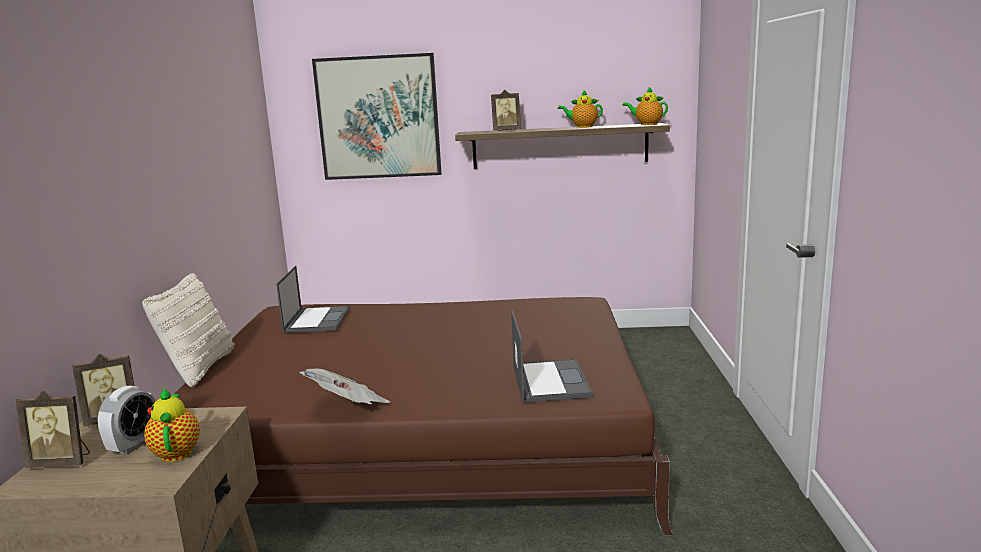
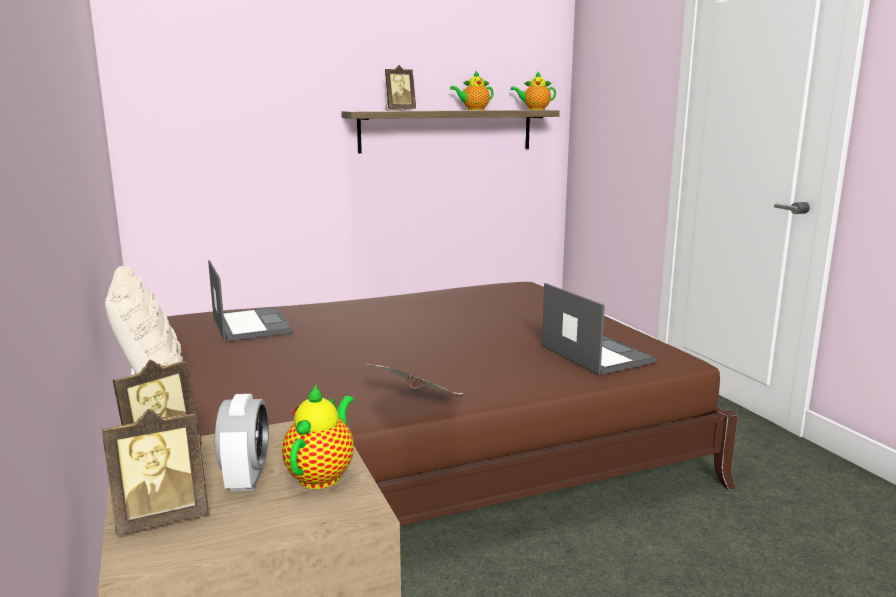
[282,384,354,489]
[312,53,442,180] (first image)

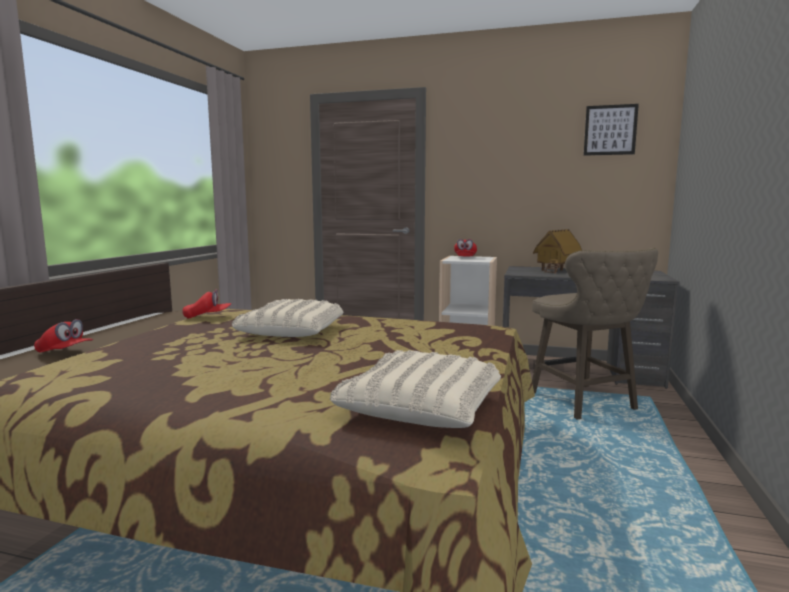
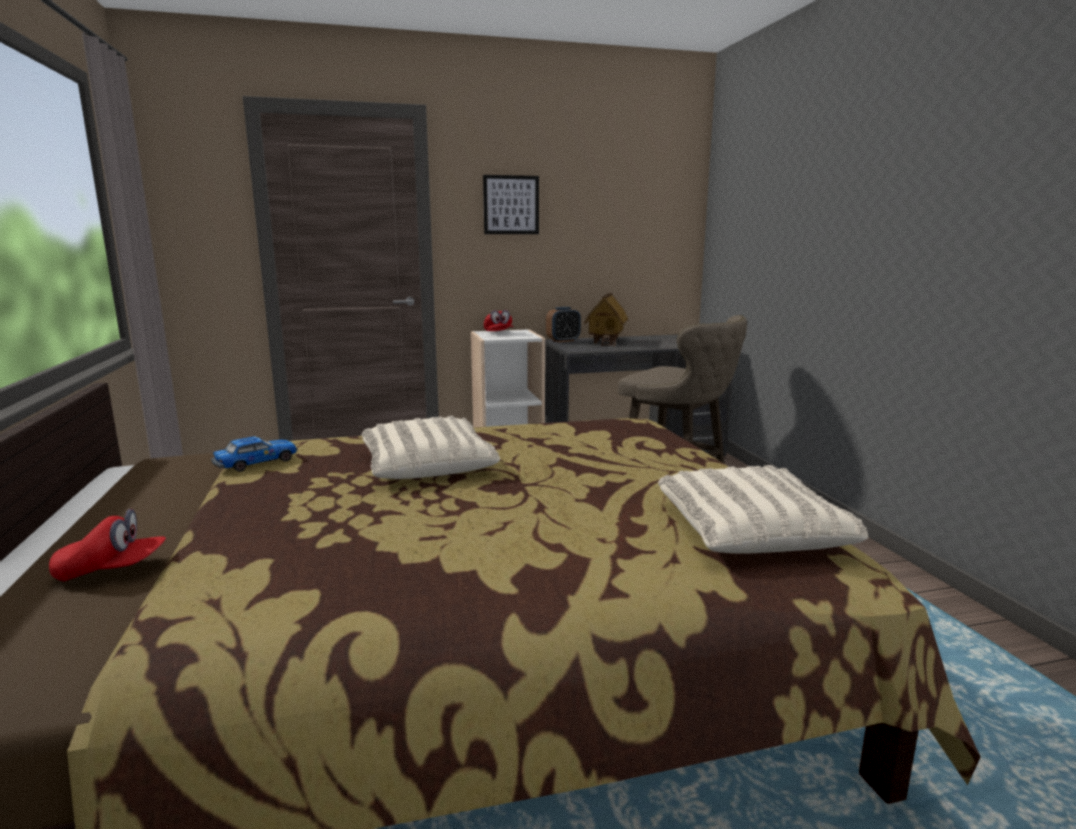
[211,436,298,472]
[483,175,539,234]
[546,307,581,342]

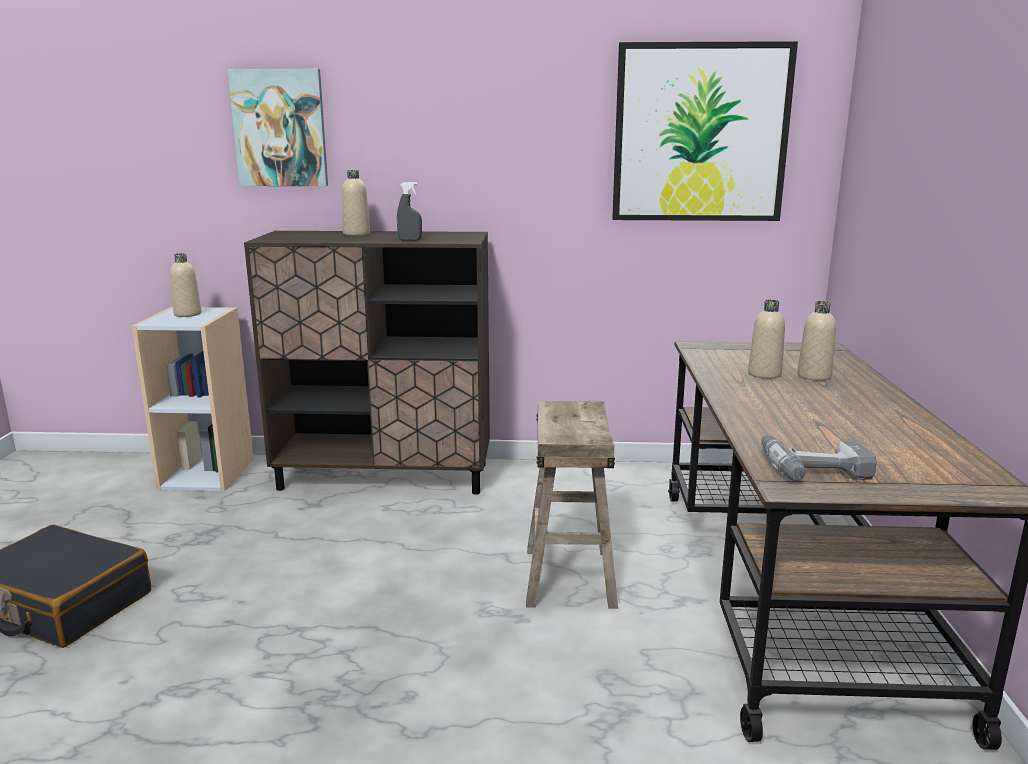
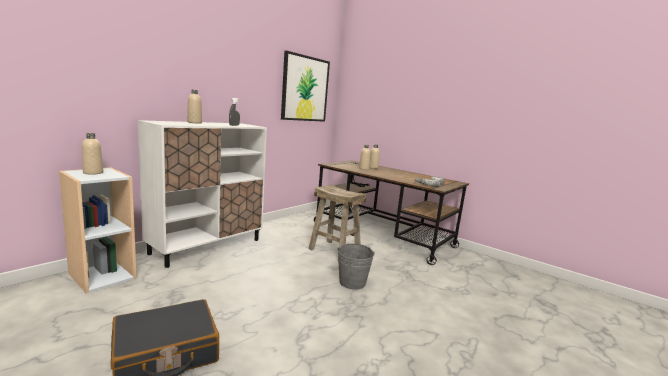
[227,69,328,186] (first image)
[138,120,267,268]
[337,243,375,290]

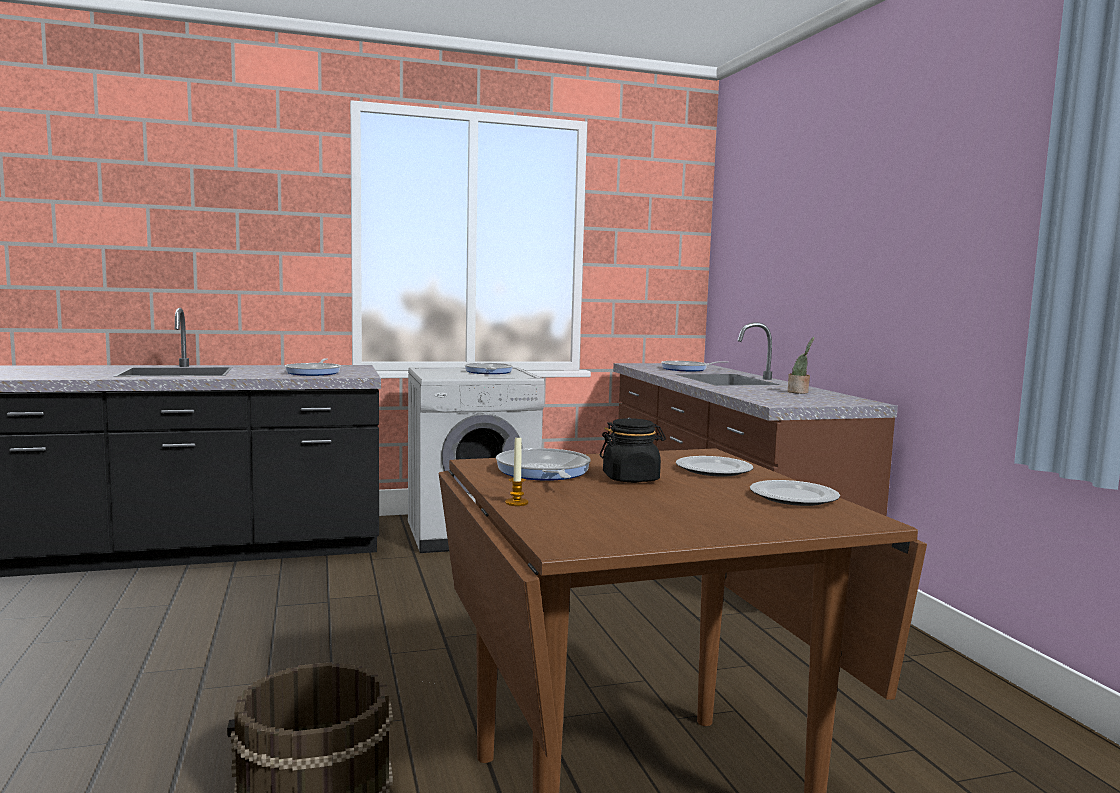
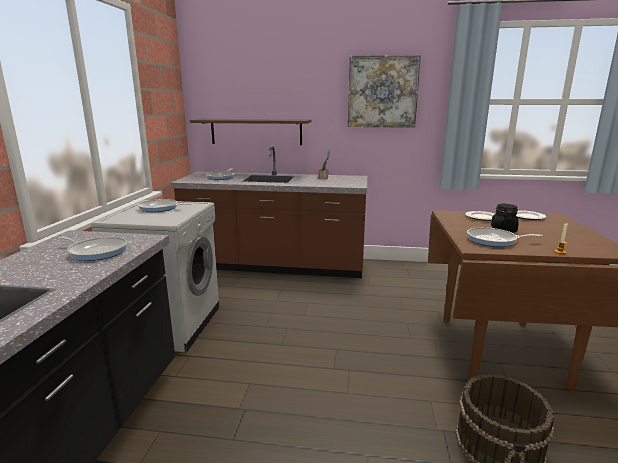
[190,119,311,145]
[348,55,421,128]

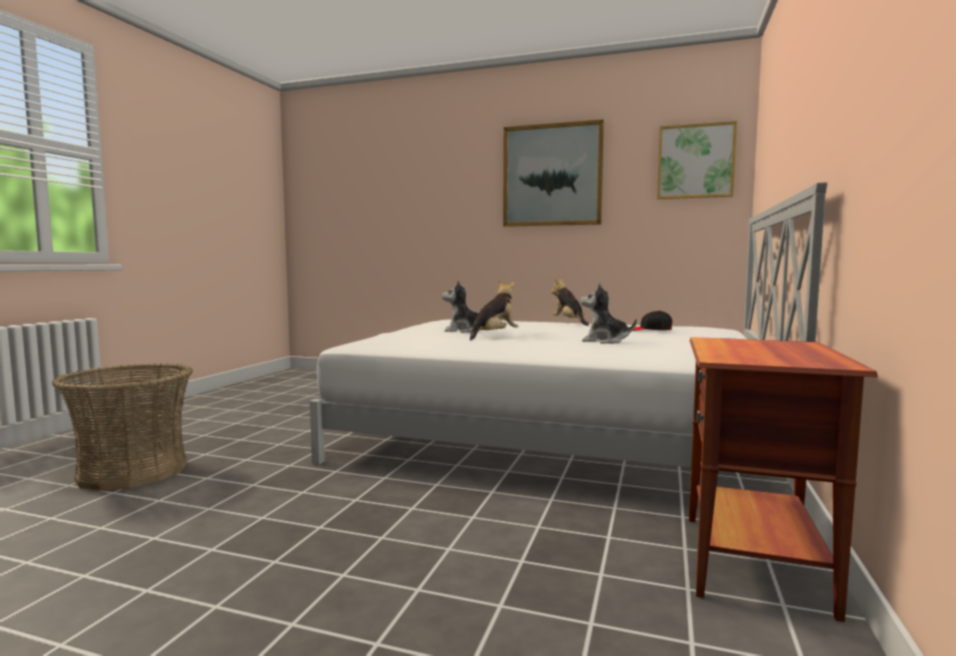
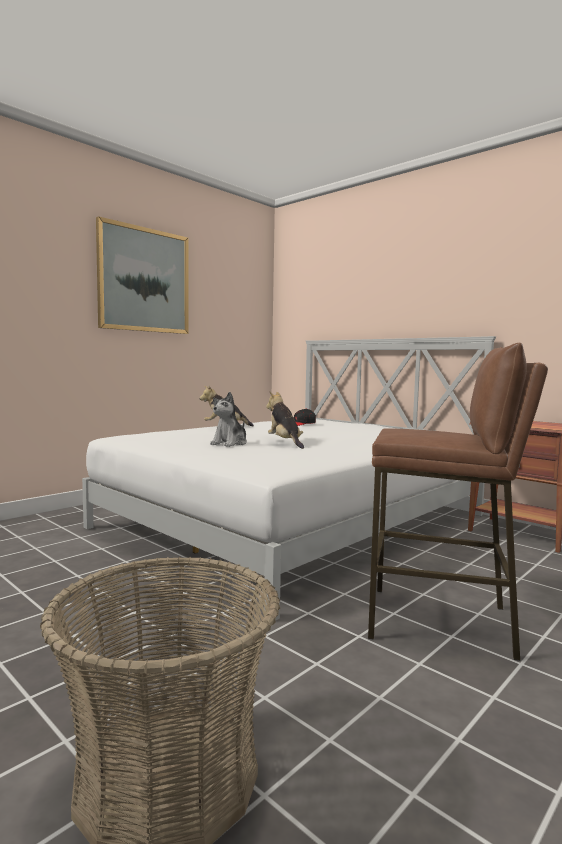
[580,283,637,344] (first image)
[657,121,737,199] (first image)
[368,343,548,661]

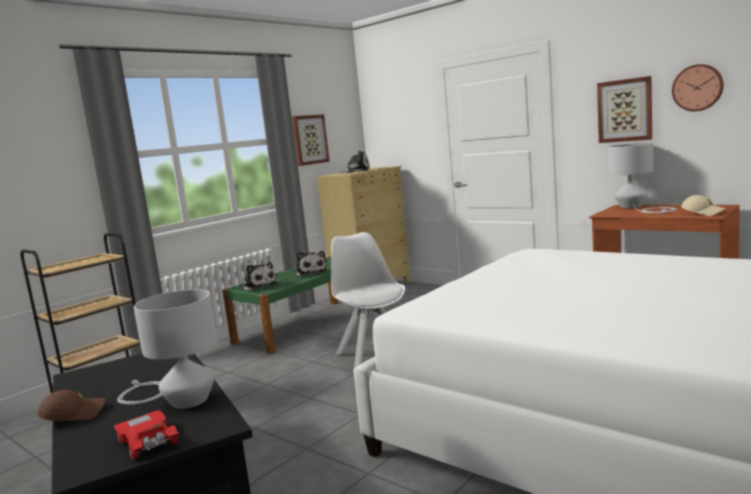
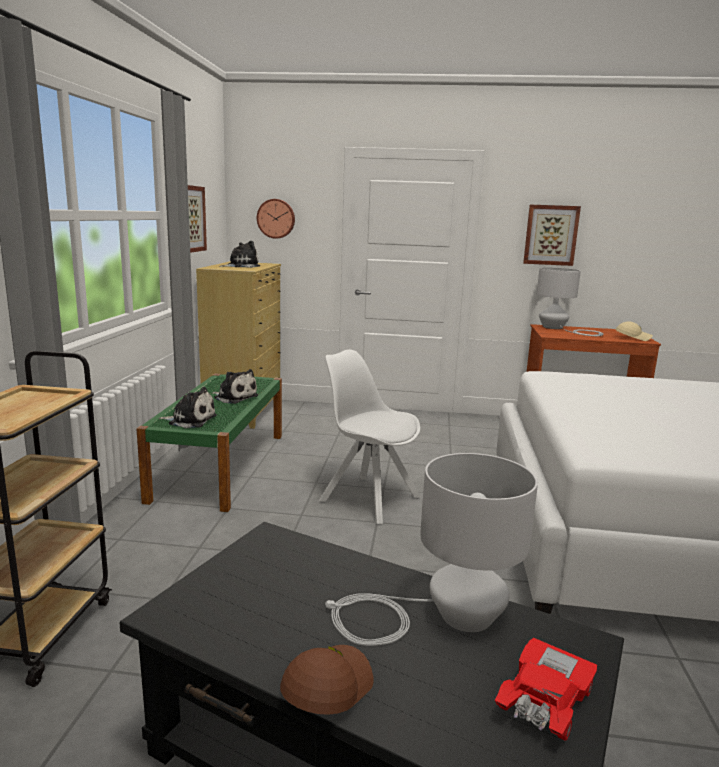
[495,638,597,741]
[257,199,295,239]

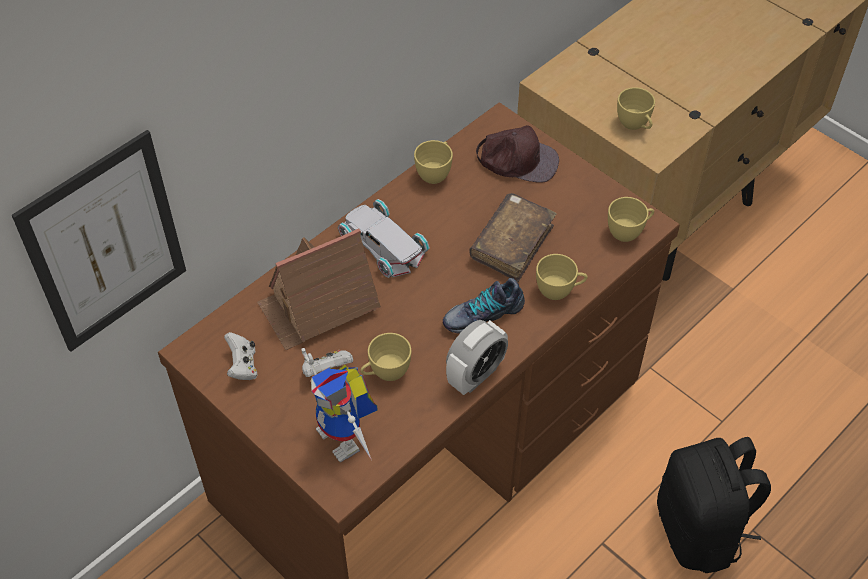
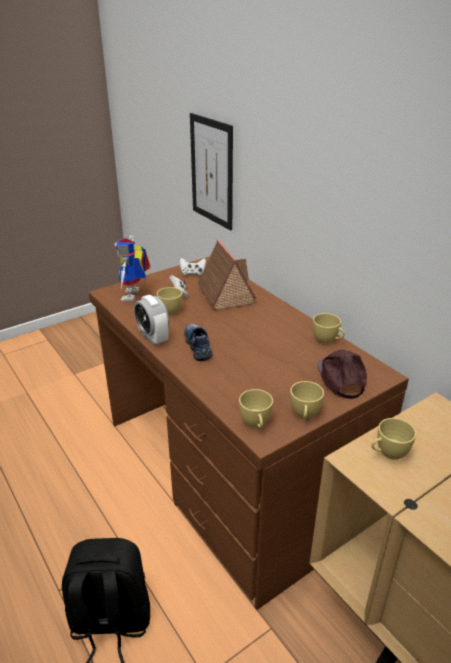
[115,235,150,301]
[337,199,430,278] (first image)
[469,193,557,282] (first image)
[317,350,367,399]
[290,381,324,419]

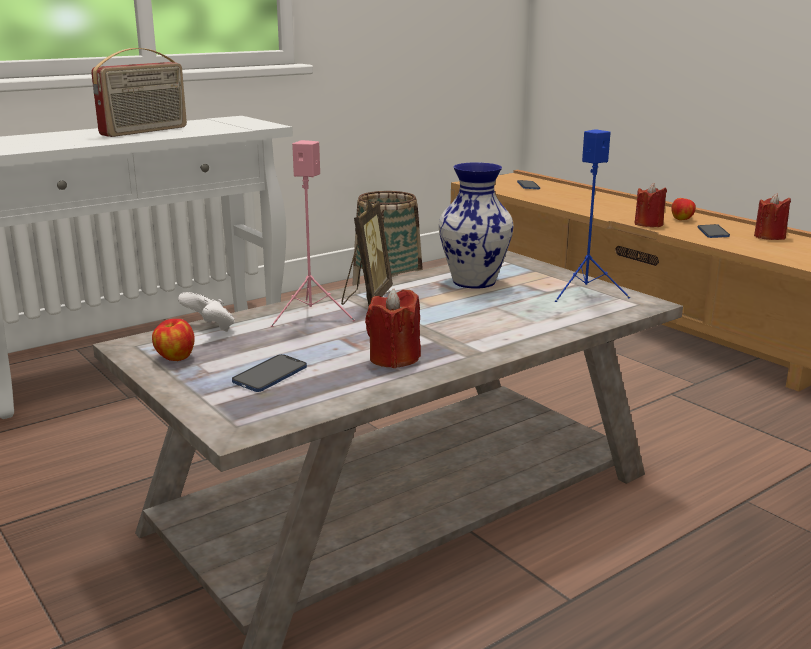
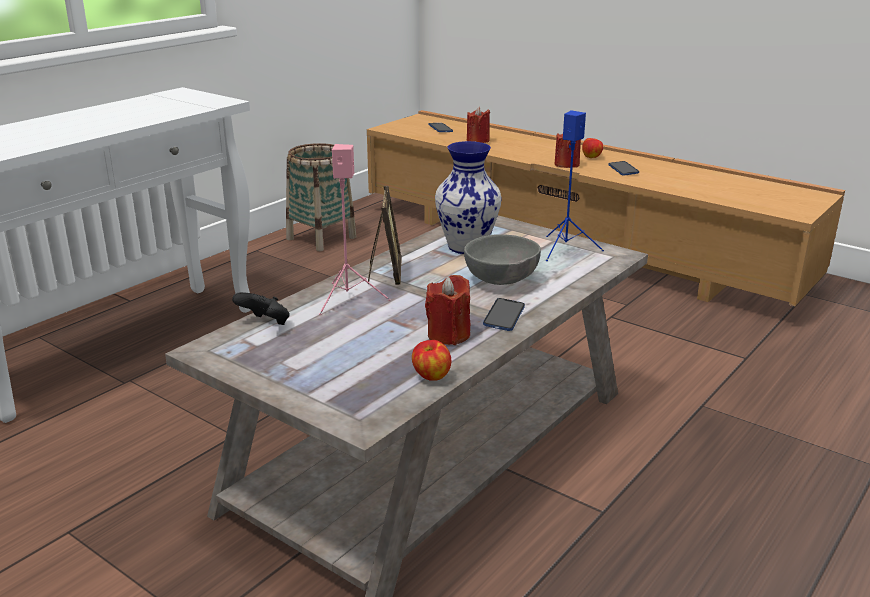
[91,48,187,137] (first image)
[412,340,451,381]
[232,292,290,325]
[483,298,525,331]
[467,107,490,143]
[464,234,541,285]

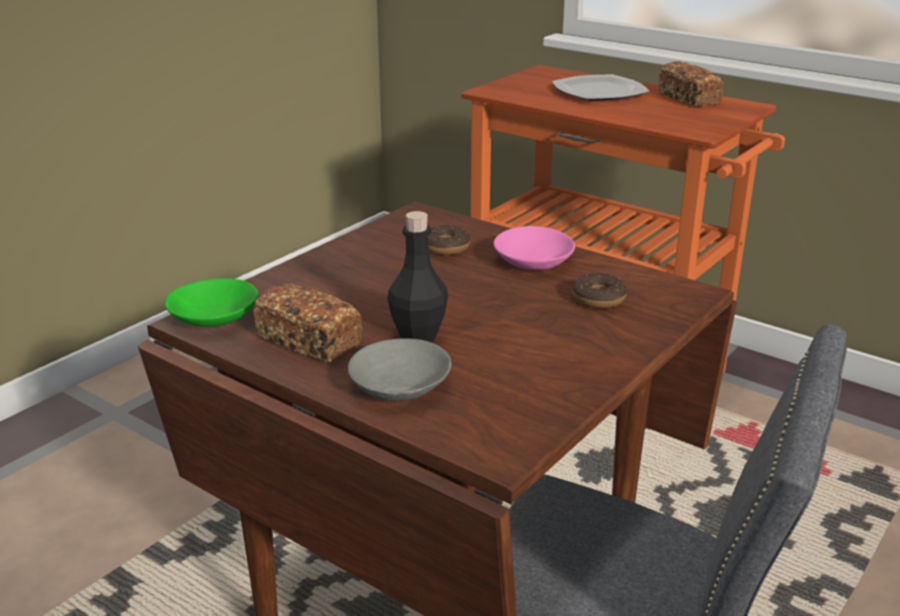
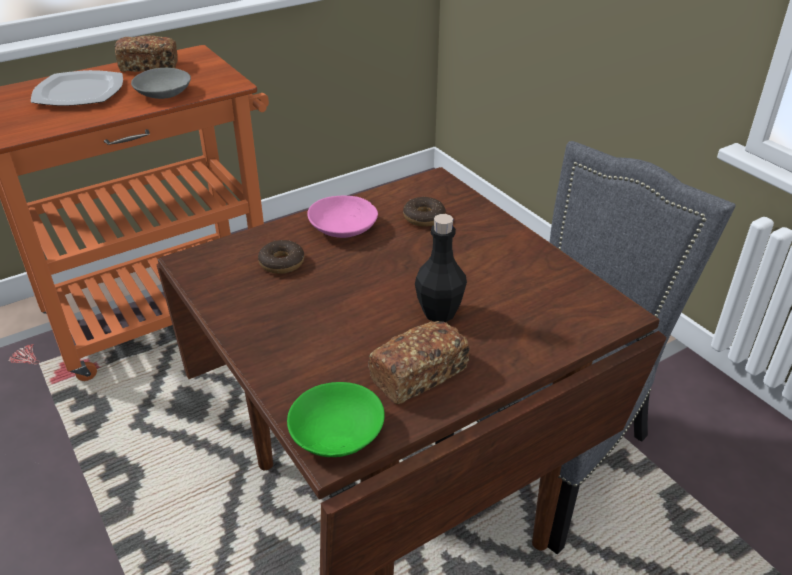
[131,68,191,99]

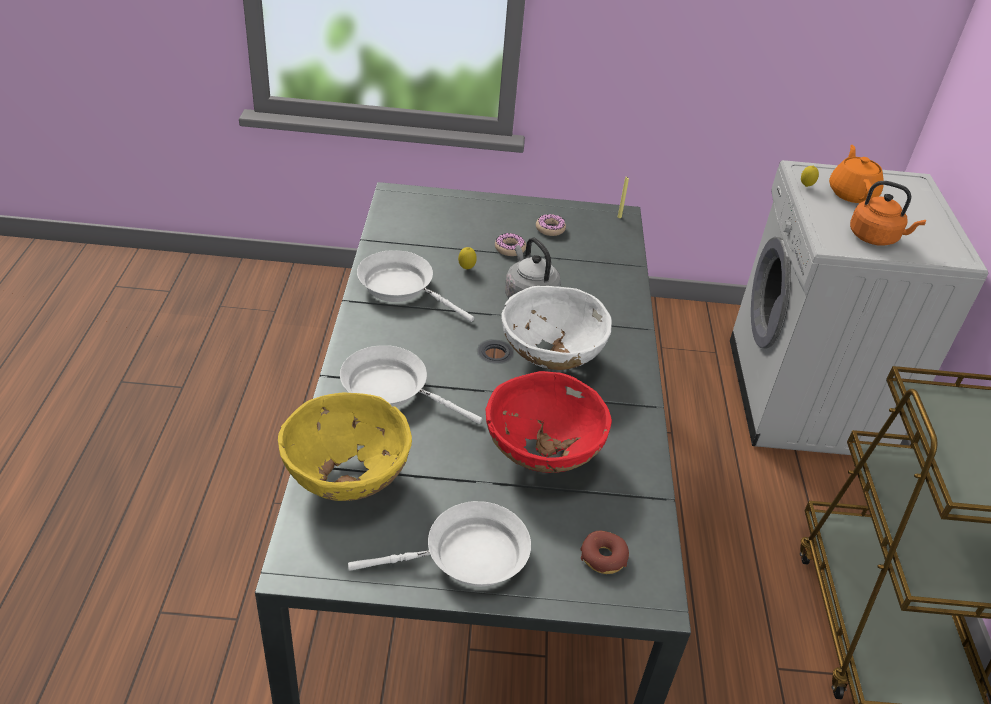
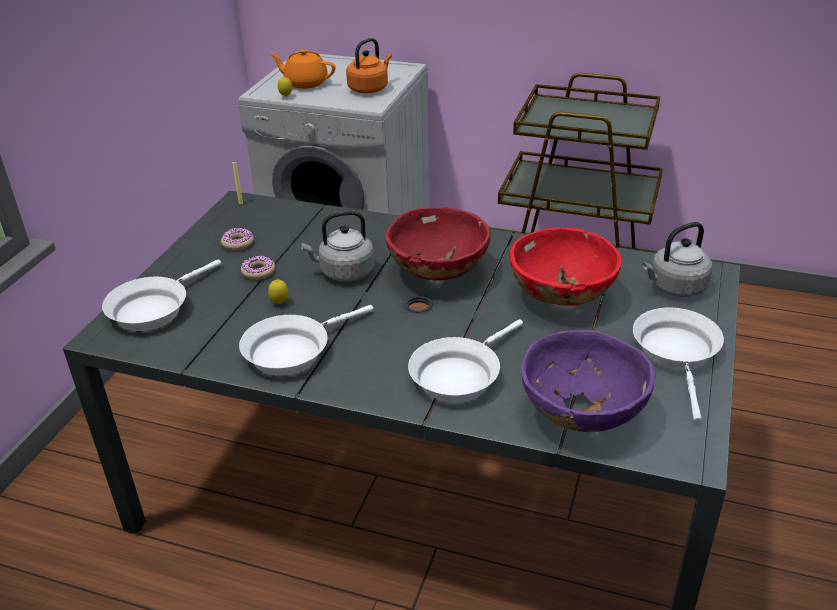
[520,330,656,432]
[385,207,491,280]
[642,222,713,297]
[102,259,221,331]

